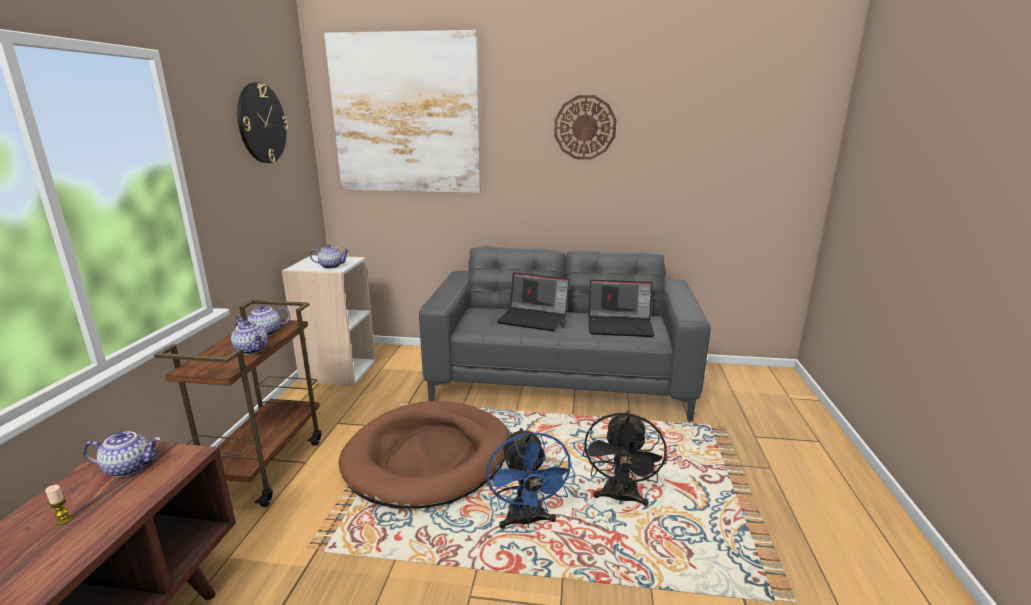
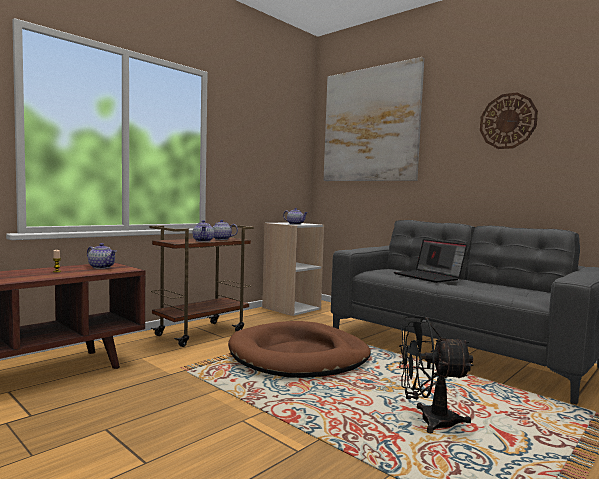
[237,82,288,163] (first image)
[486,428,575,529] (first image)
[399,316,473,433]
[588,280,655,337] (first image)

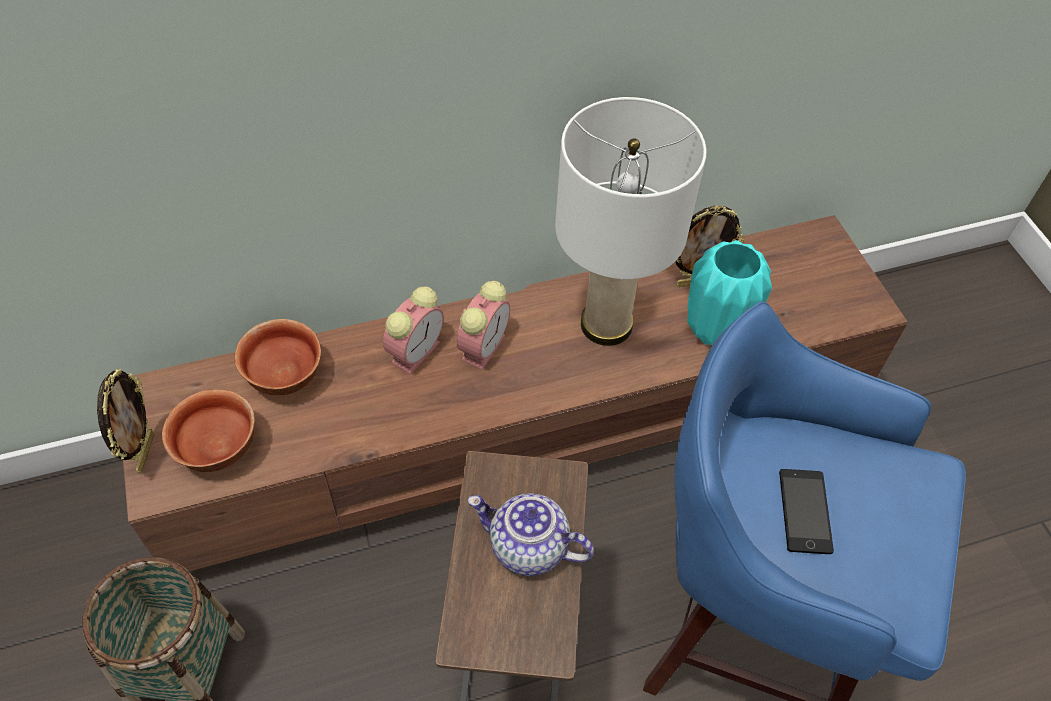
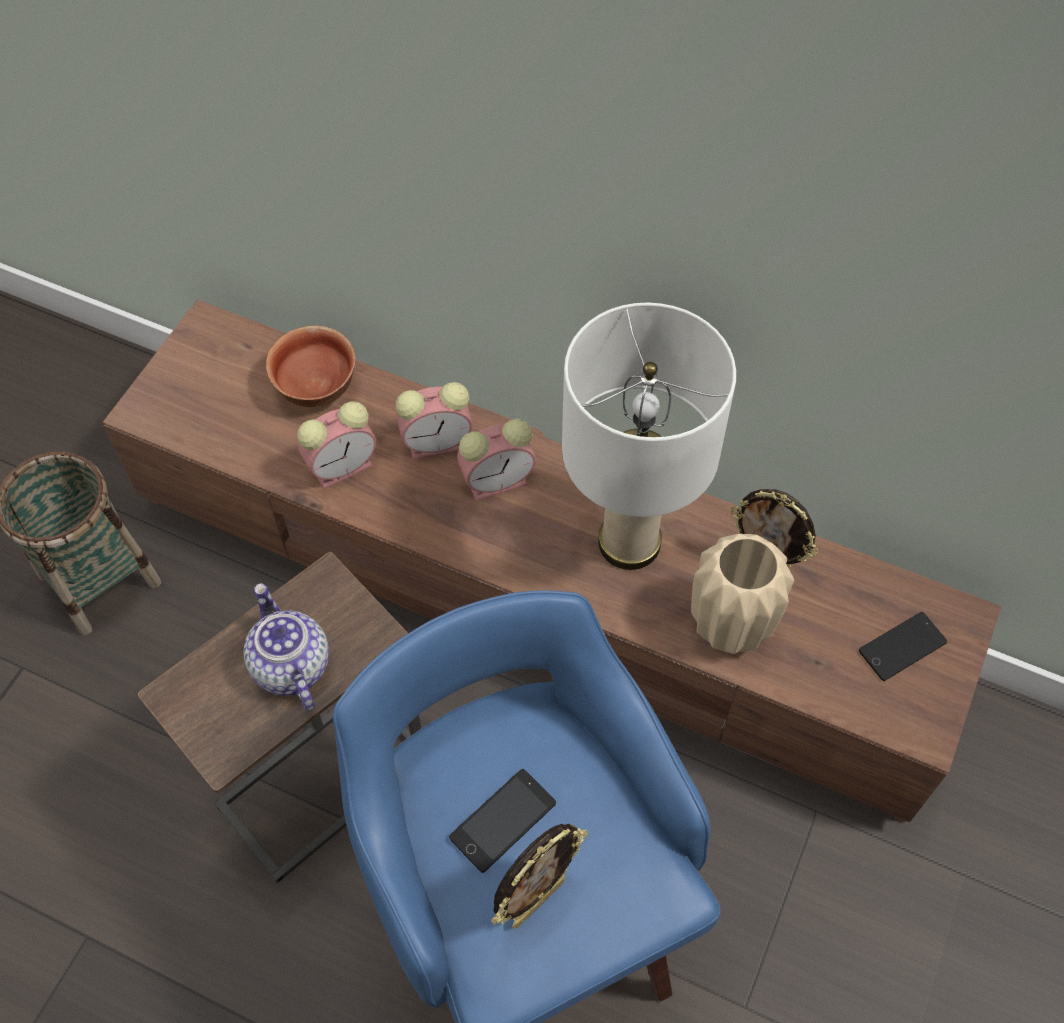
[491,824,588,929]
[162,389,255,472] (first image)
[691,534,794,654]
[297,401,376,489]
[859,612,947,681]

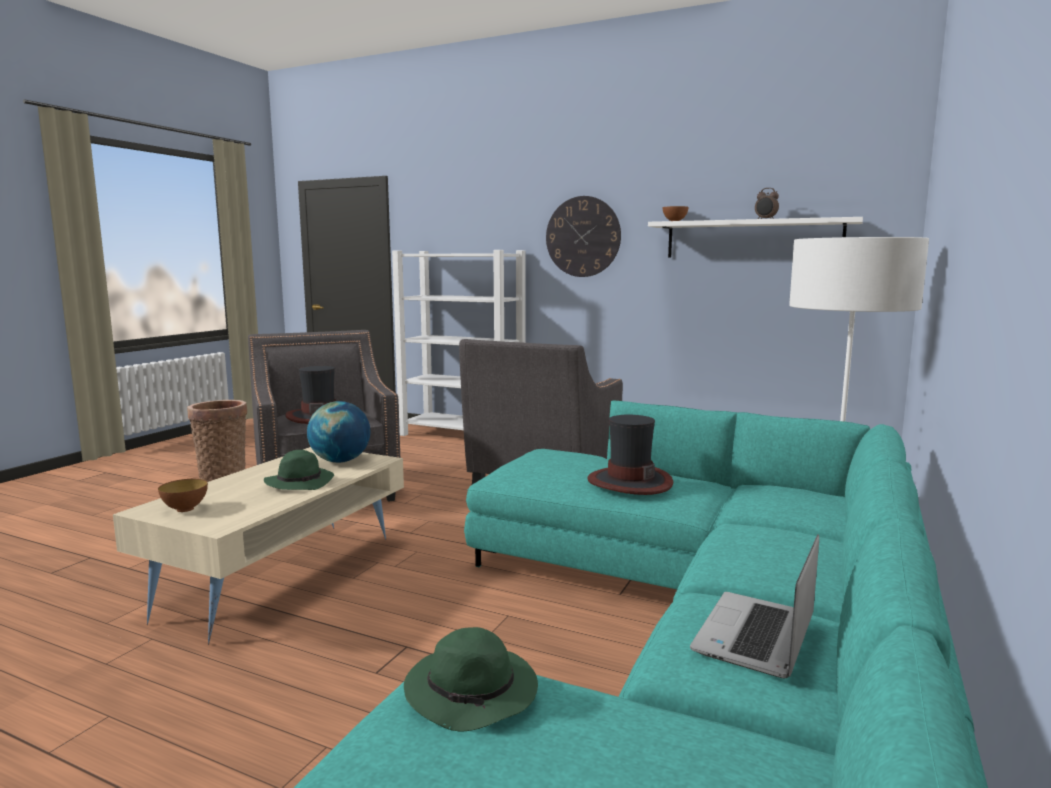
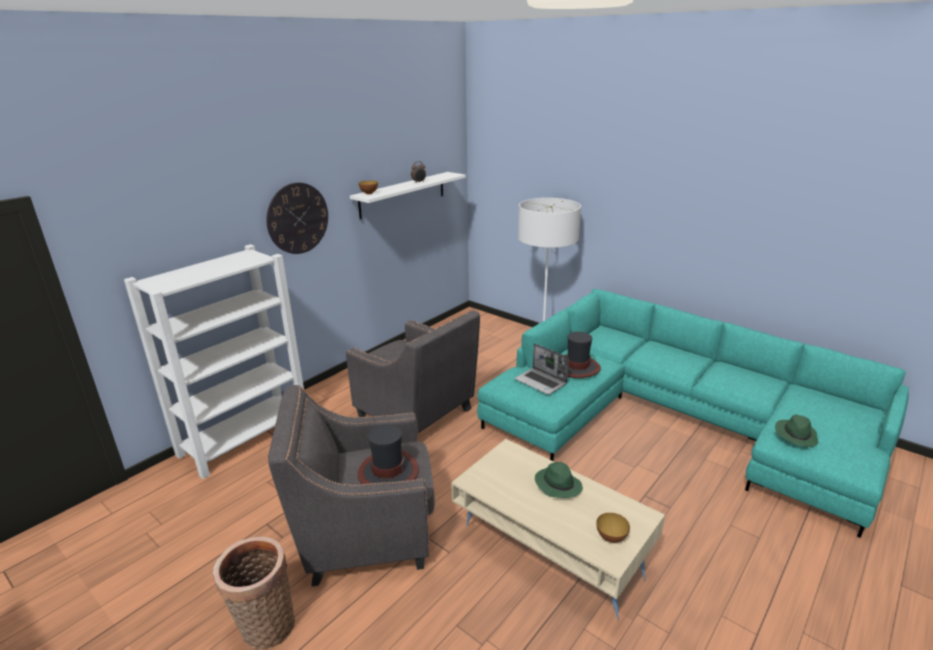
[307,401,370,463] (first image)
[515,343,569,395]

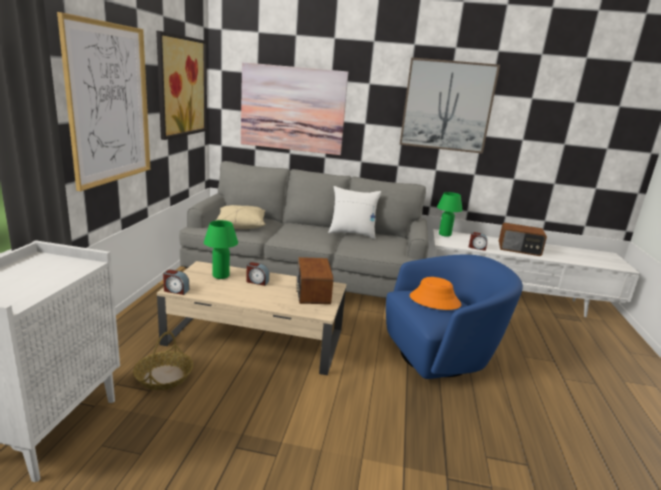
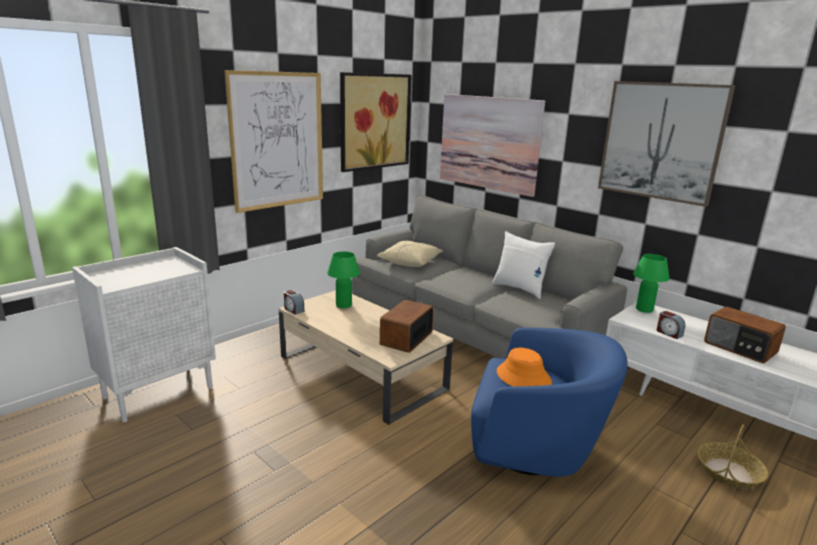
[697,424,768,489]
[246,262,269,286] (first image)

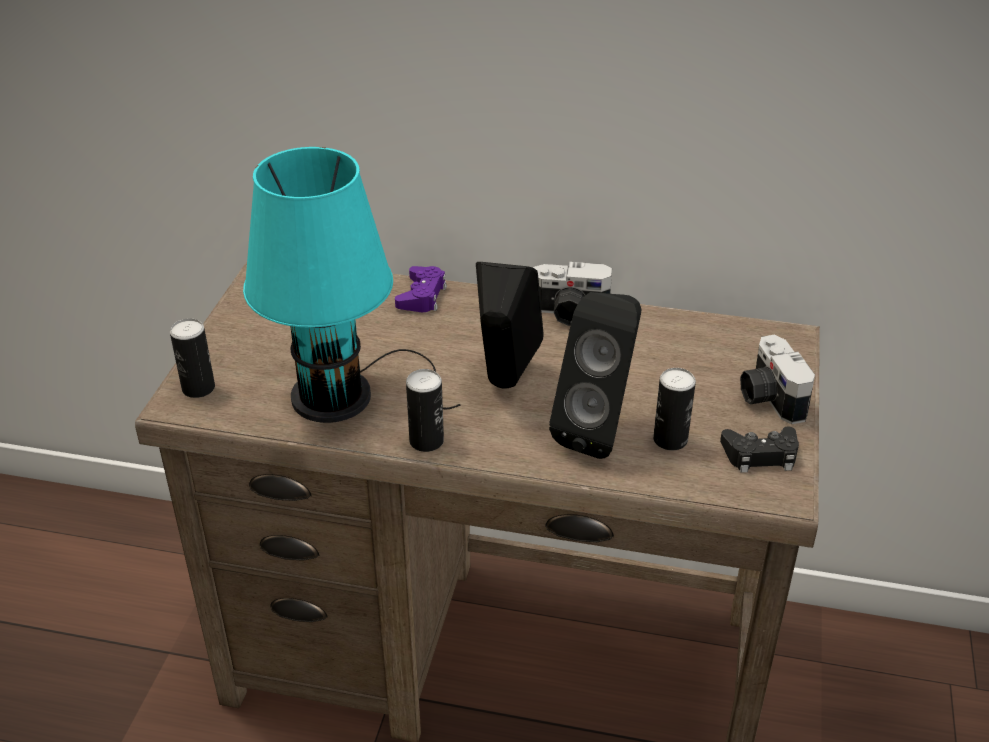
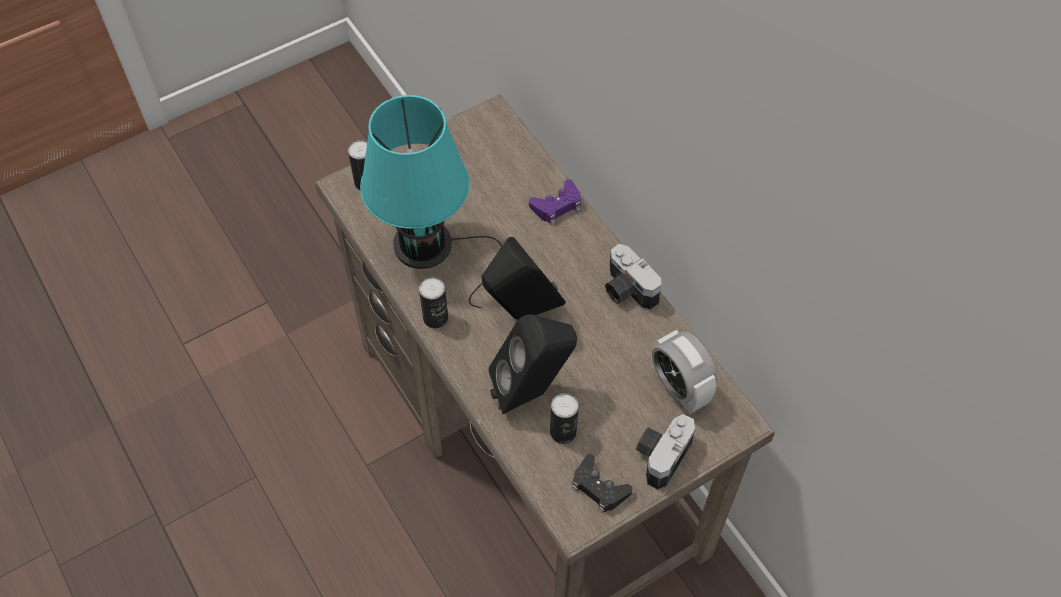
[652,330,717,414]

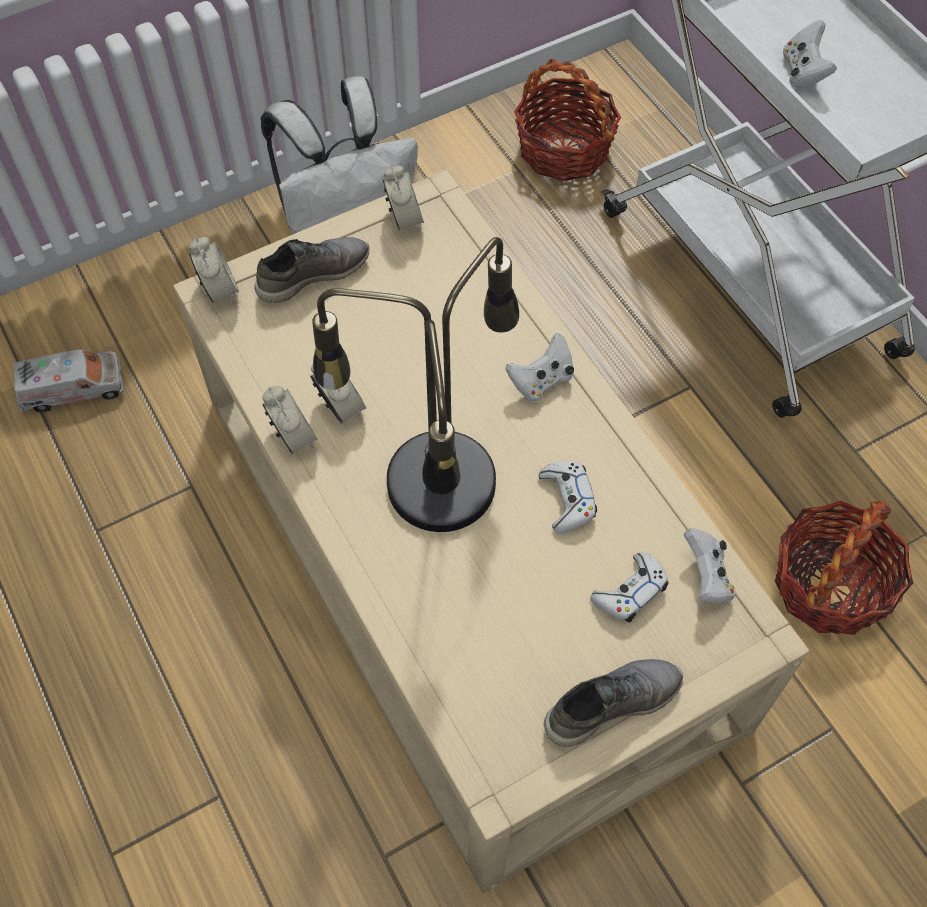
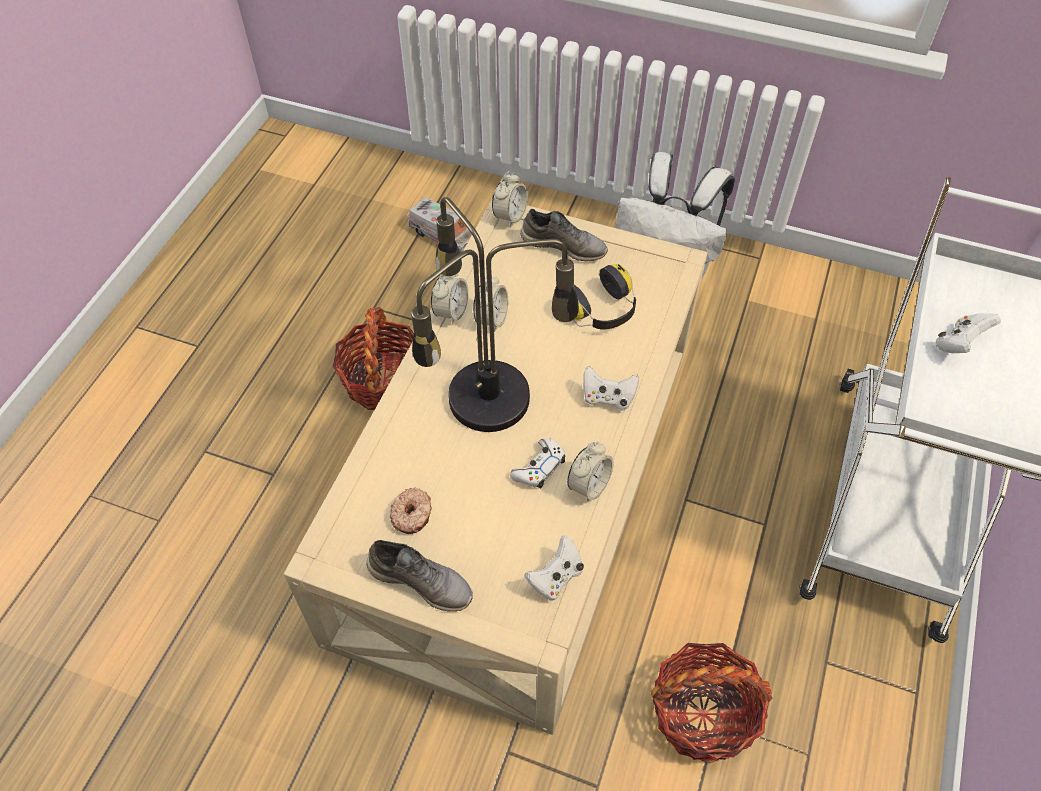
[567,442,614,502]
[332,307,414,410]
[590,553,668,623] (first image)
[390,487,432,534]
[573,264,636,329]

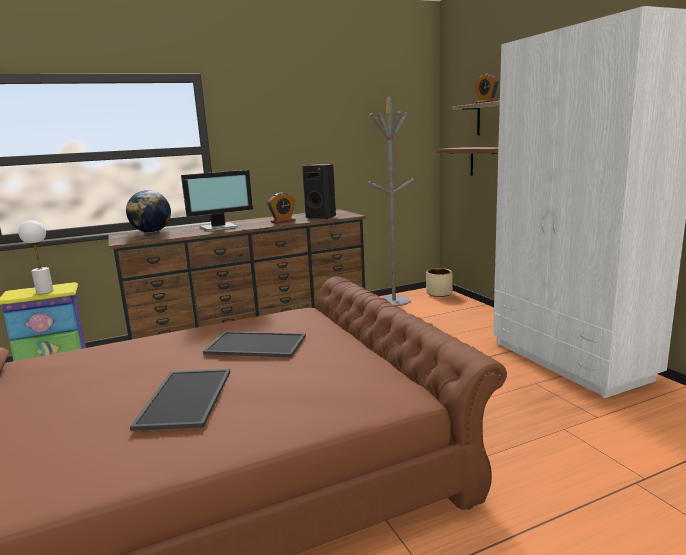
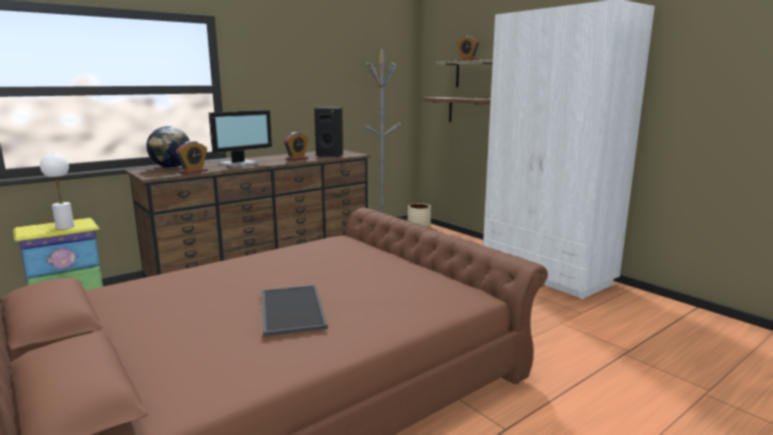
[203,331,306,357] (first image)
[176,141,208,175]

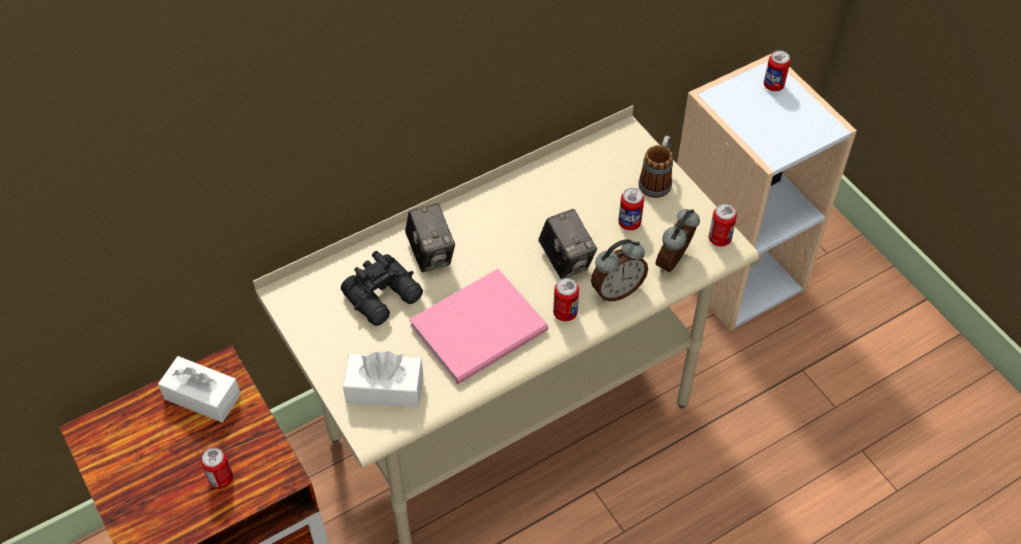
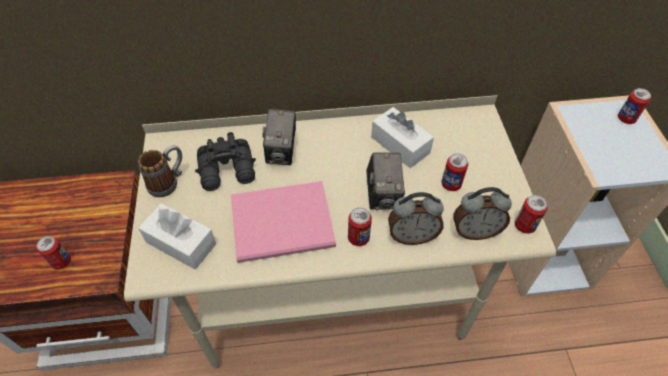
[371,107,434,168]
[138,145,182,197]
[453,187,512,240]

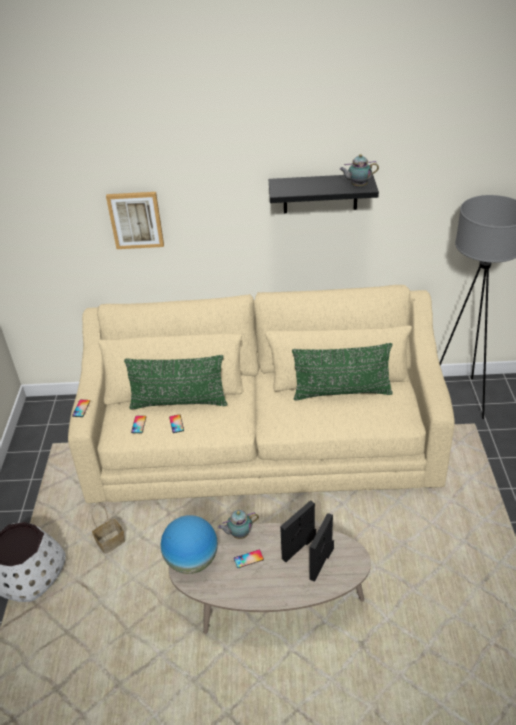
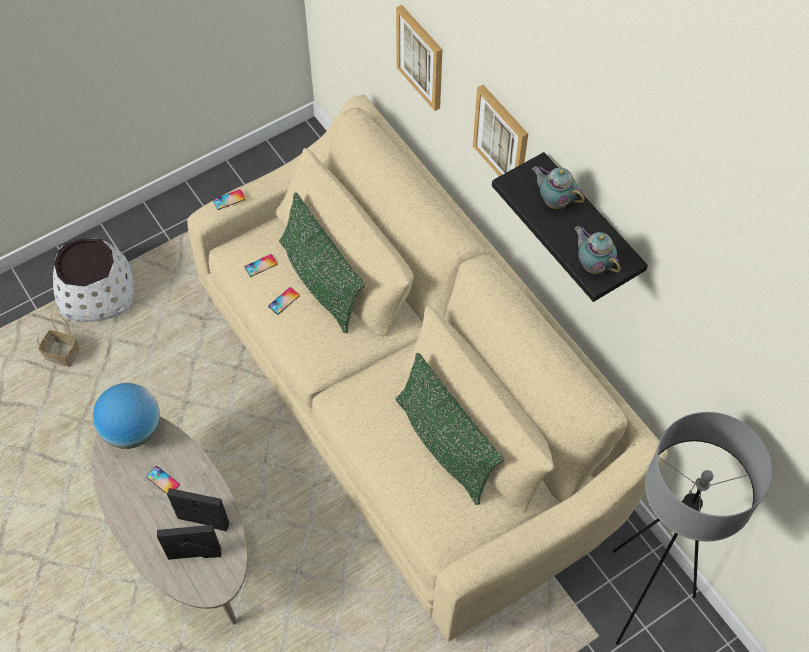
[37,313,80,367]
[532,166,585,209]
[473,85,528,176]

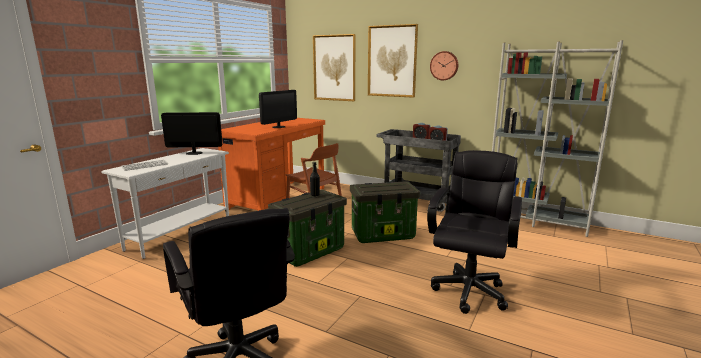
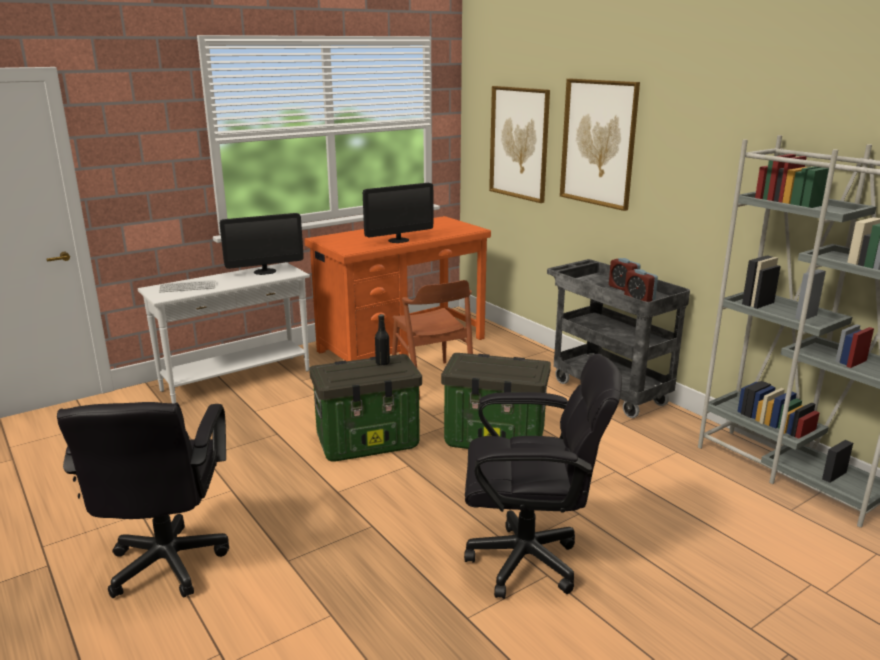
[220,213,303,275]
[464,354,622,599]
[430,51,458,80] (first image)

